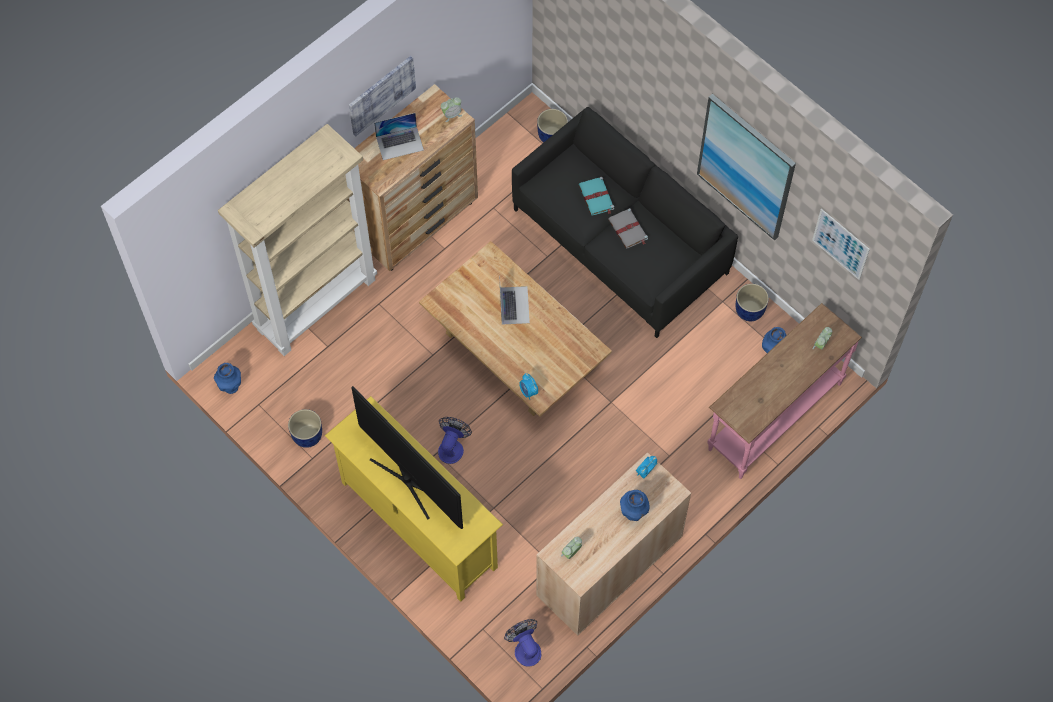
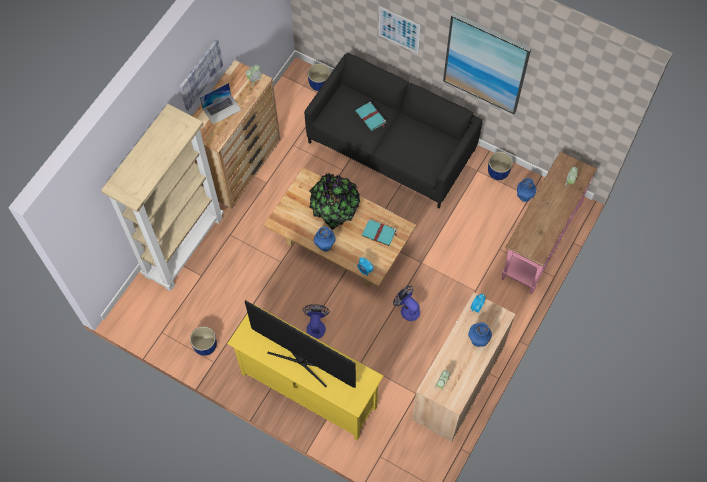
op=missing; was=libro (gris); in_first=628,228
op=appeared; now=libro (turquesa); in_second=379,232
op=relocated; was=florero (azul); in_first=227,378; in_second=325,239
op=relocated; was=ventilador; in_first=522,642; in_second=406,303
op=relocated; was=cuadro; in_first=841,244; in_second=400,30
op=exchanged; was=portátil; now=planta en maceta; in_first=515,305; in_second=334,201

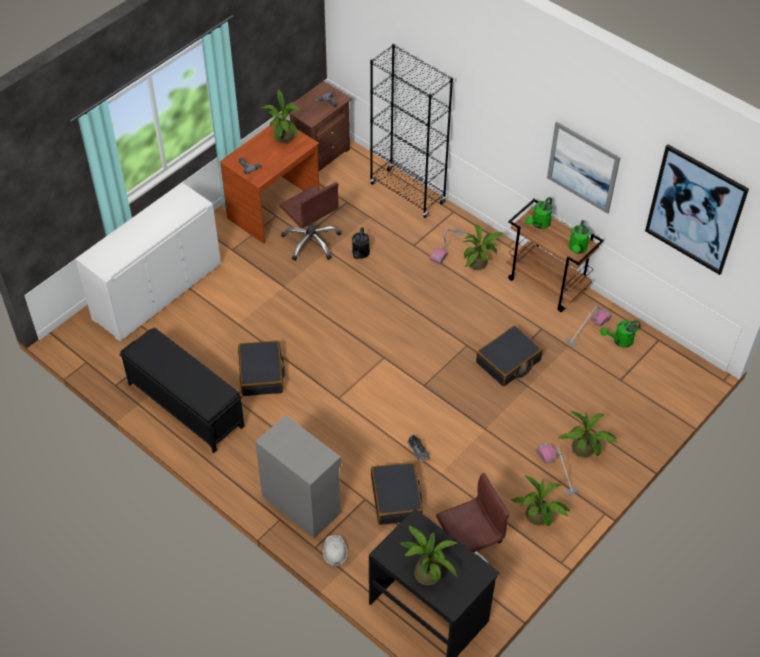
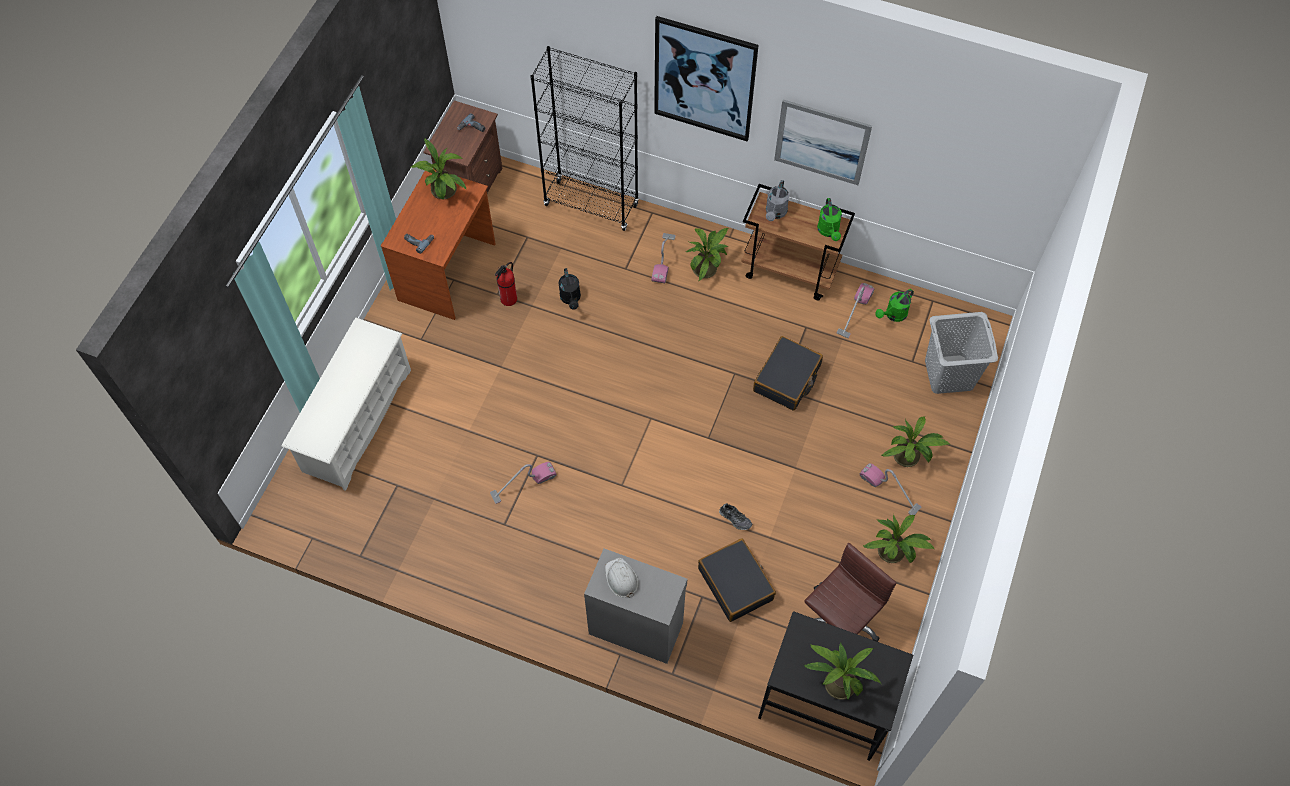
op=missing; was=banco (negro); in_first=182,390
op=appeared; now=cesto de la ropa (gris); in_second=961,353
op=relocated; was=casco (blanco); in_first=335,551; in_second=622,578
op=relocated; was=cuadro; in_first=697,209; in_second=706,79
op=exchanged; was=armario (blanco); now=zapatero (blanco); in_first=148,262; in_second=346,404
op=exchanged; was=maleta (negro); now=aspiradora; in_first=261,368; in_second=523,483
op=exchanged; was=silla de oficina (marrón); now=extintor; in_first=310,221; in_second=506,284
op=colour; was=regadera (verde); now=regadera (gris); in_first=539,213; in_second=777,200

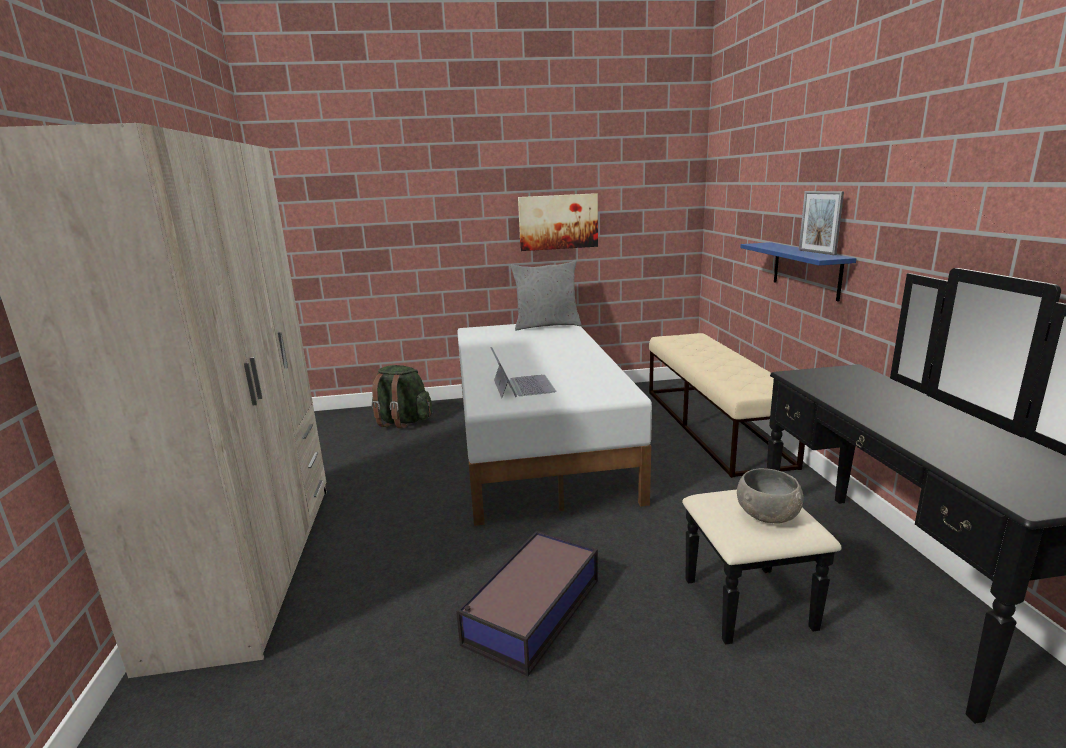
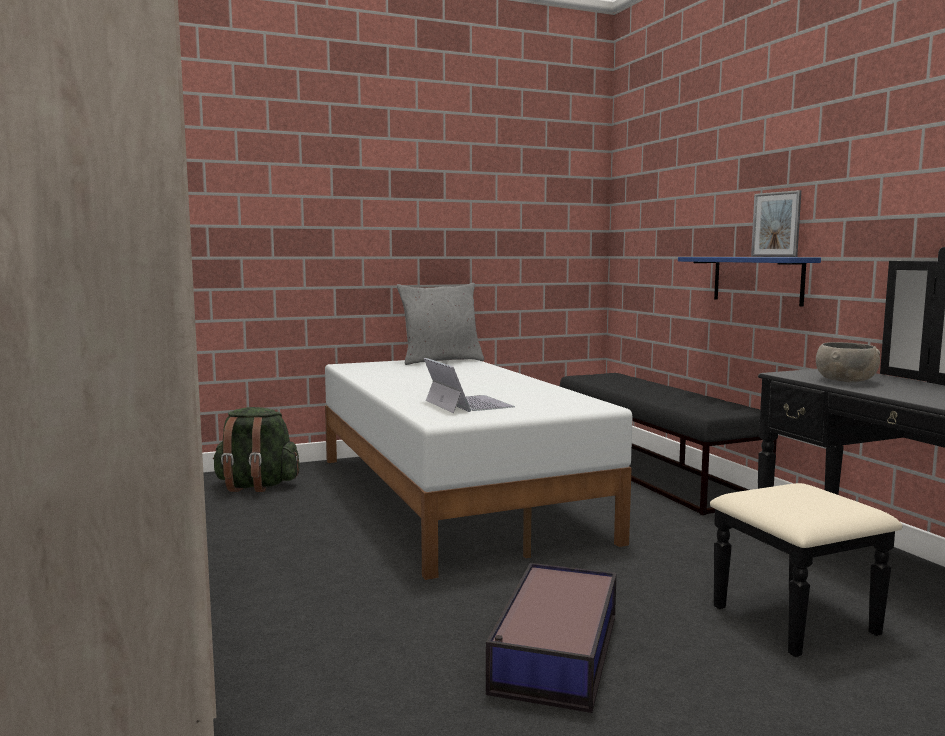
op=missing; was=cuadro; in_first=558,222
op=relocated; was=cuenco (gris); in_first=770,495; in_second=848,362
op=colour; was=banco (beis); now=banco (negro); in_first=727,405; in_second=668,444

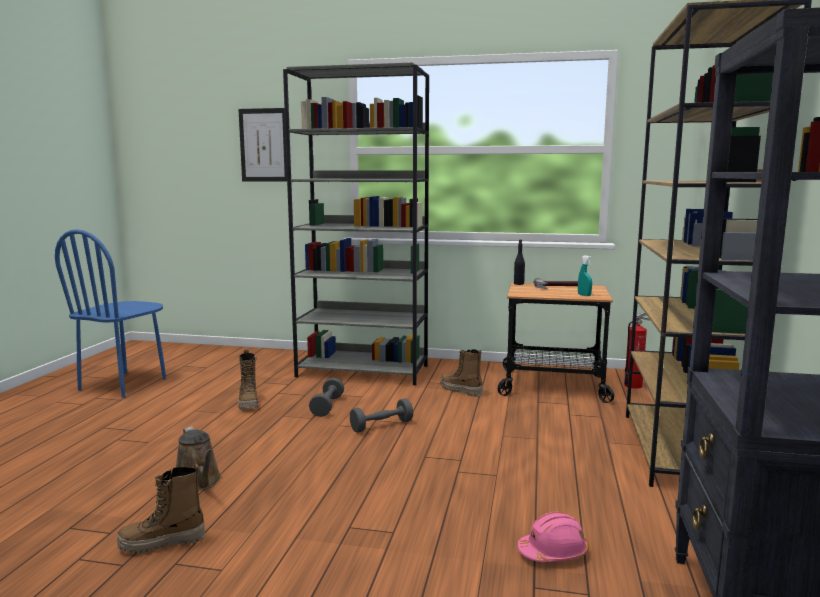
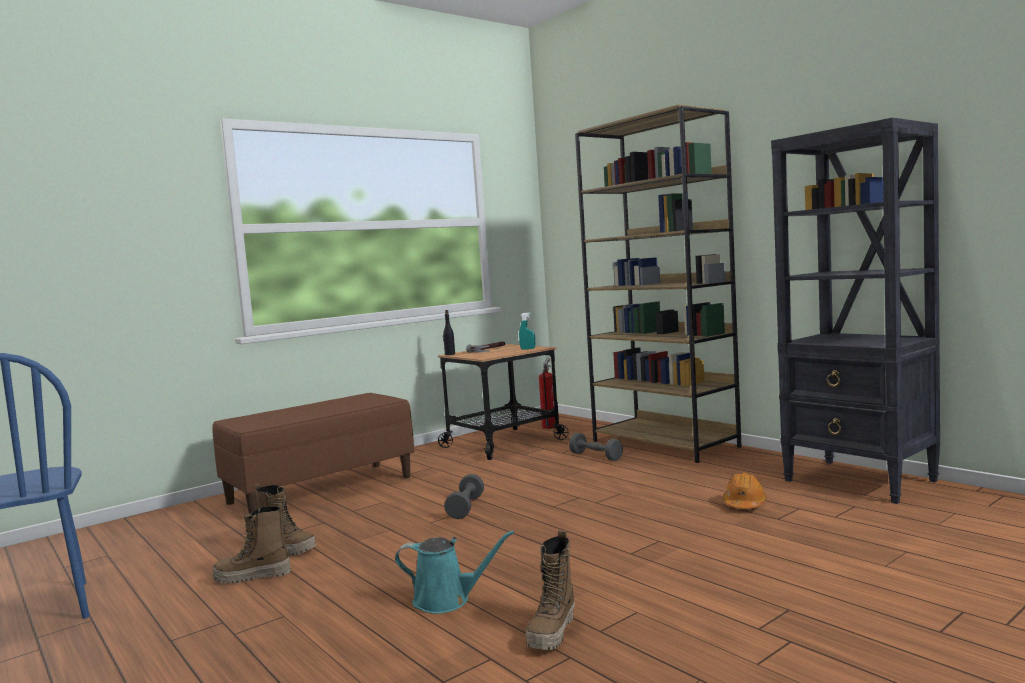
op=missing; was=cuadro; in_first=262,145
op=relocated; was=mancuerna (gris); in_first=326,397; in_second=596,447
op=relocated; was=bota; in_first=462,373; in_second=252,543
op=exchanged; was=estantería (gris); now=banco (marrón); in_first=356,223; in_second=313,453
op=colour; was=regadera (marrón); now=regadera (turquesa); in_first=198,458; in_second=454,572
op=colour; was=casco (rosa); now=casco (naranja); in_first=553,537; in_second=745,491

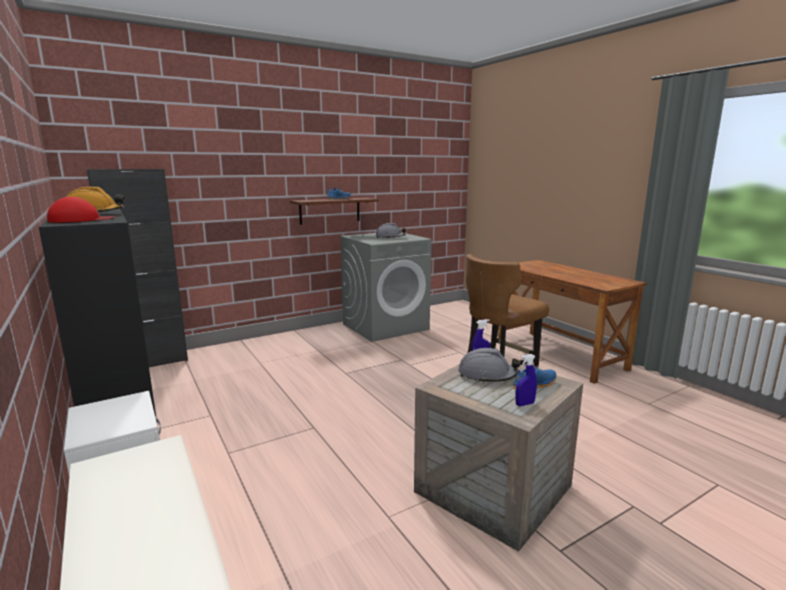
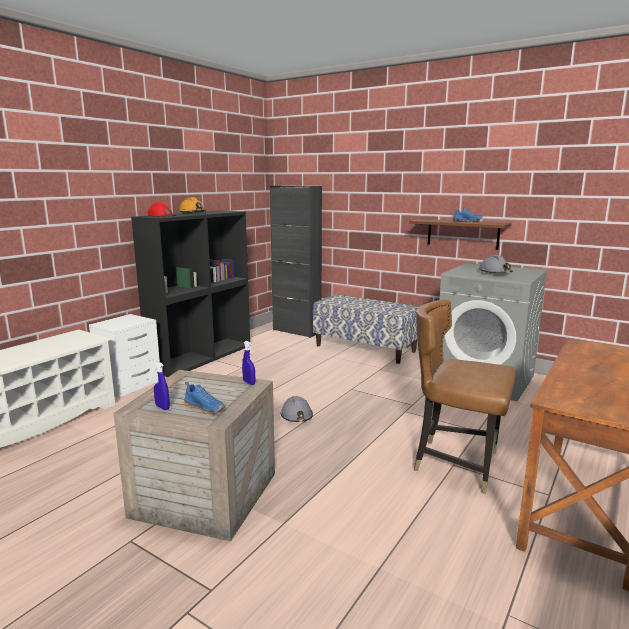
op=appeared; now=banco; in_second=366,329
op=relocated; was=casco (gris); in_first=489,366; in_second=296,409

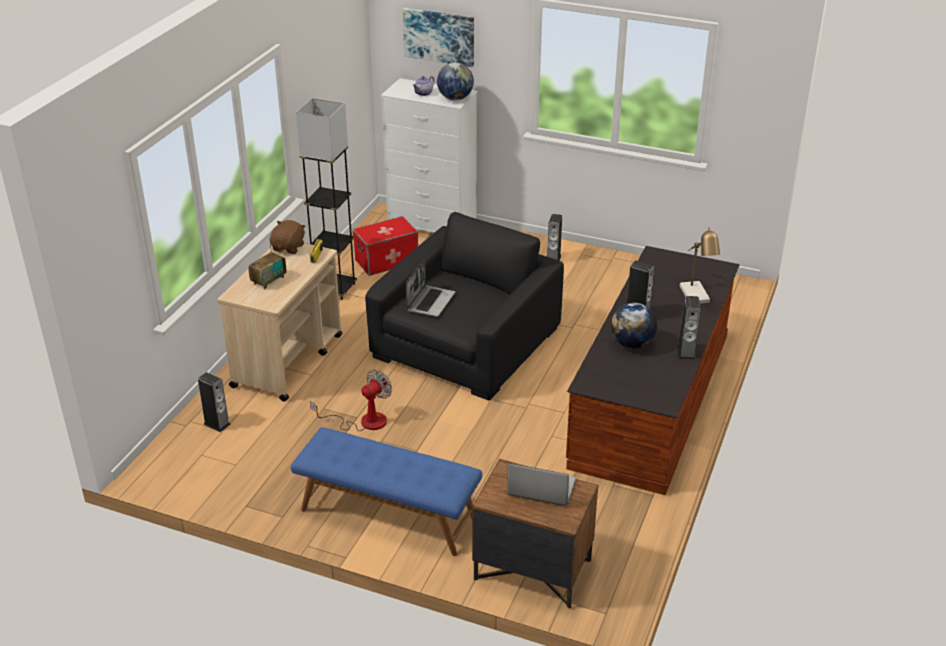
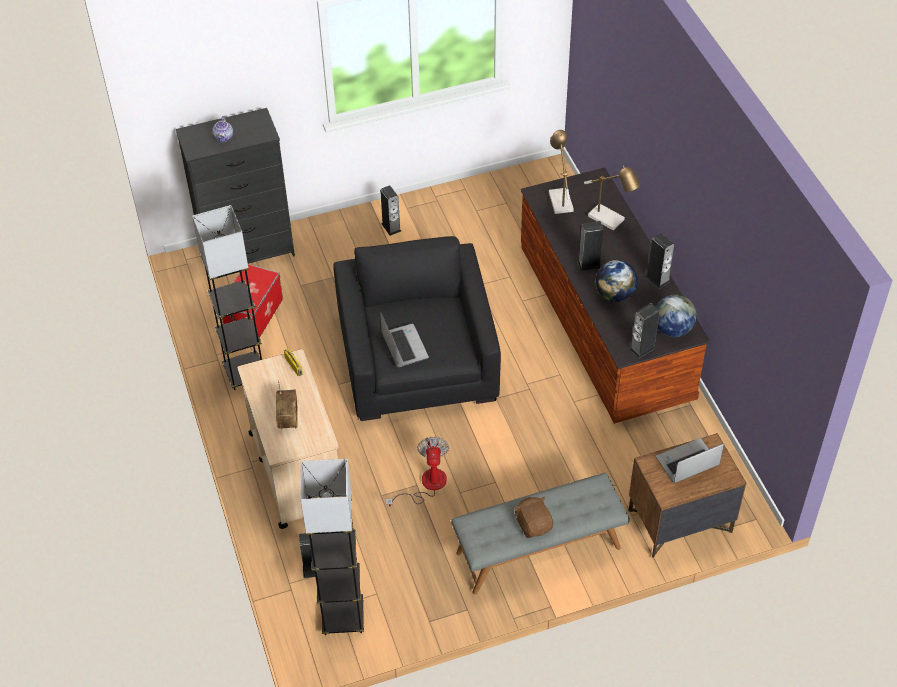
op=missing; was=cuadro; in_first=438,37
op=appeared; now=lámpara de pie (gris); in_second=332,547
op=appeared; now=lámpara de mesa; in_second=561,172
op=appeared; now=altavoz; in_second=644,330
op=relocated; was=peluche (marrón); in_first=288,237; in_second=533,517
op=relocated; was=globo terráqueo; in_first=455,81; in_second=676,316
op=colour; was=banco (azul); now=banco (gris); in_first=386,491; in_second=540,534
op=colour; was=cómoda (blanco); now=cómoda (negro); in_first=429,155; in_second=235,186

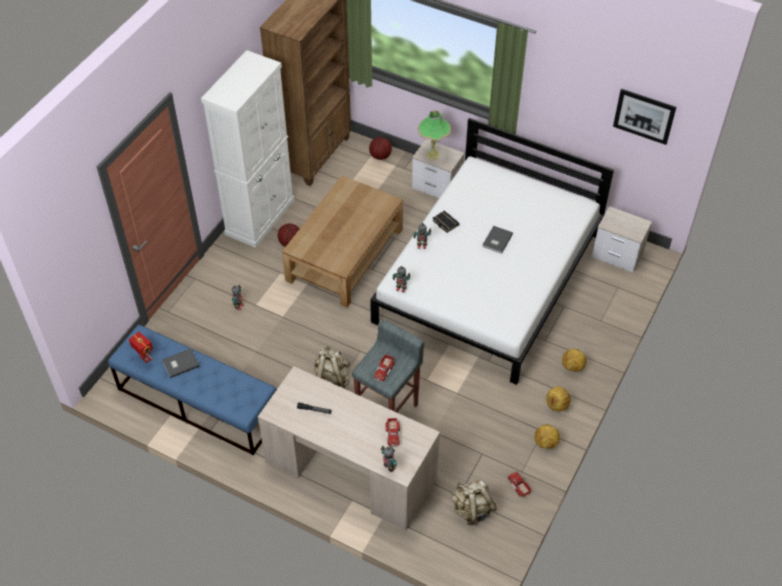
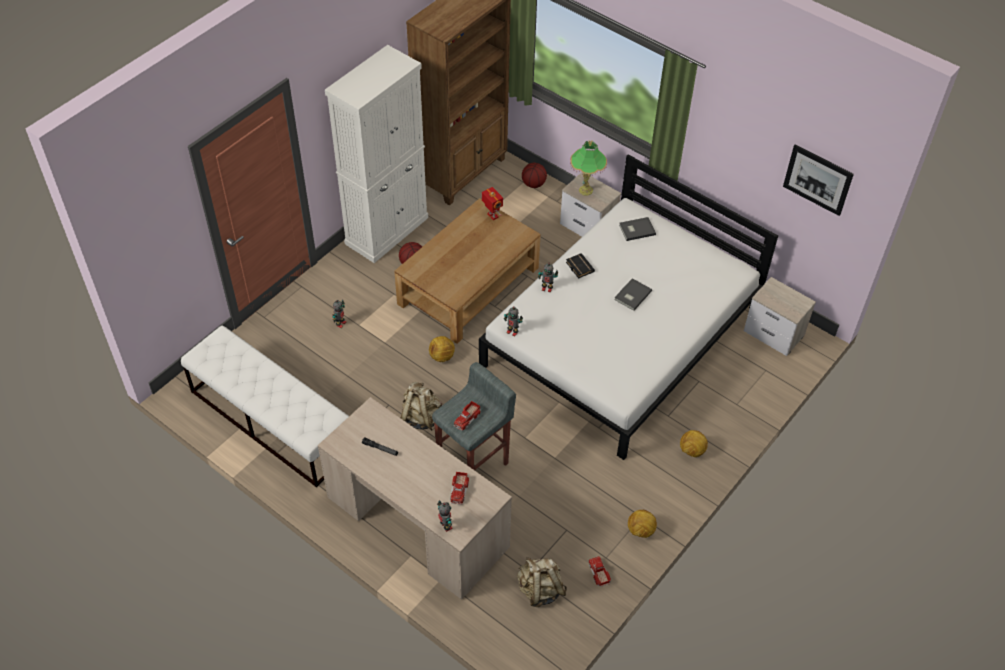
op=relocated; was=robot de juguete; in_first=141,347; in_second=492,203
op=relocated; was=libro (gris); in_first=181,363; in_second=637,229
op=relocated; was=balón de fútbol; in_first=558,399; in_second=442,349
op=colour; was=banco (azul); now=banco (blanco); in_first=192,390; in_second=265,406

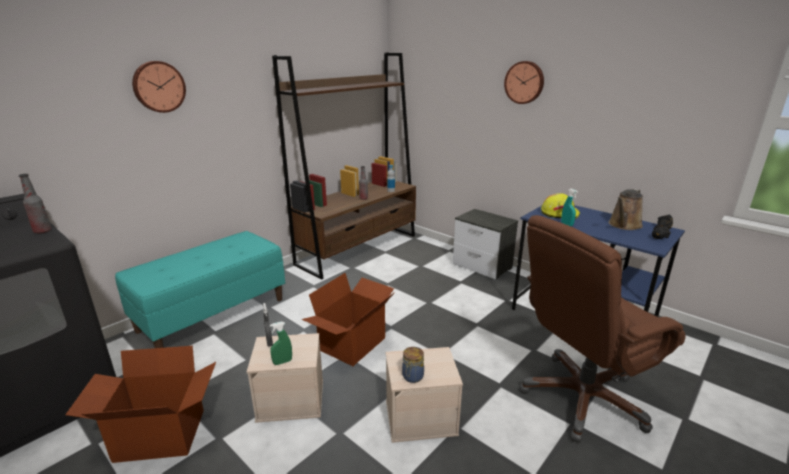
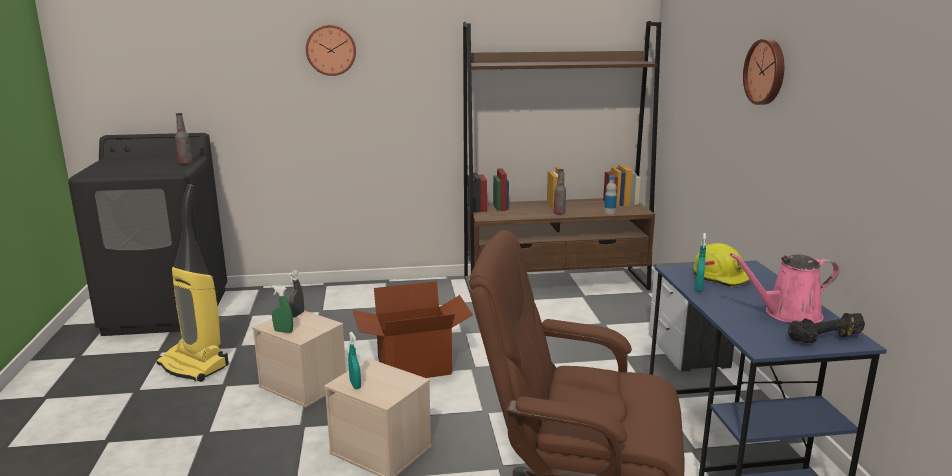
op=missing; was=banco (turquesa); in_first=200,289
op=exchanged; was=caja de cartón; now=aspiradora; in_first=140,404; in_second=192,283
op=exchanged; was=tarro; now=pulverizador (turquesa); in_first=413,365; in_second=354,360
op=colour; was=regadera (marrón); now=regadera (rosa); in_first=625,209; in_second=784,288

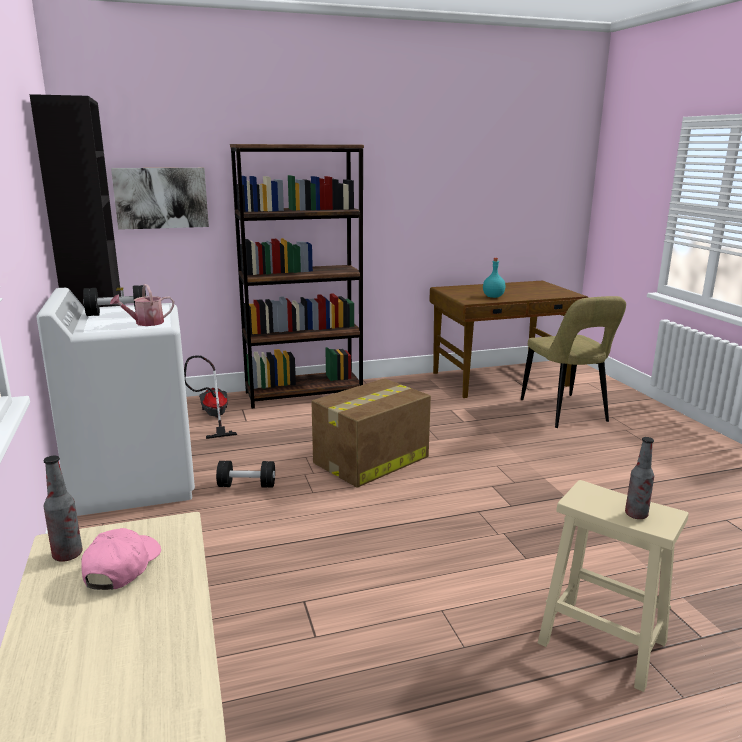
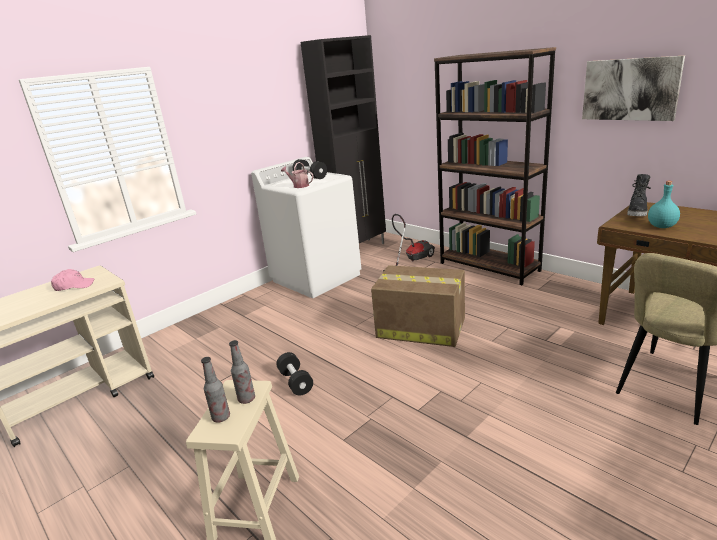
op=appeared; now=bota (negro); in_second=639,195
op=relocated; was=botella; in_first=63,509; in_second=242,372
op=relocated; was=cuadro; in_first=160,199; in_second=633,88
op=relocated; was=mancuerna (negro); in_first=245,474; in_second=294,374

